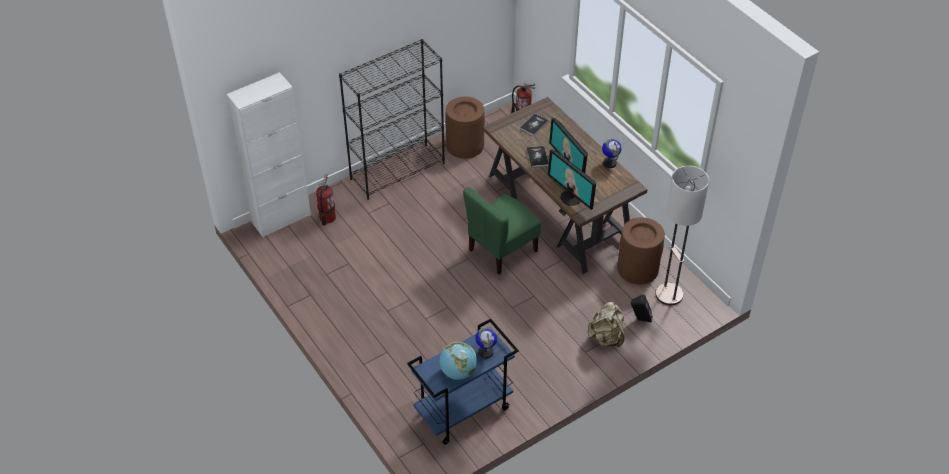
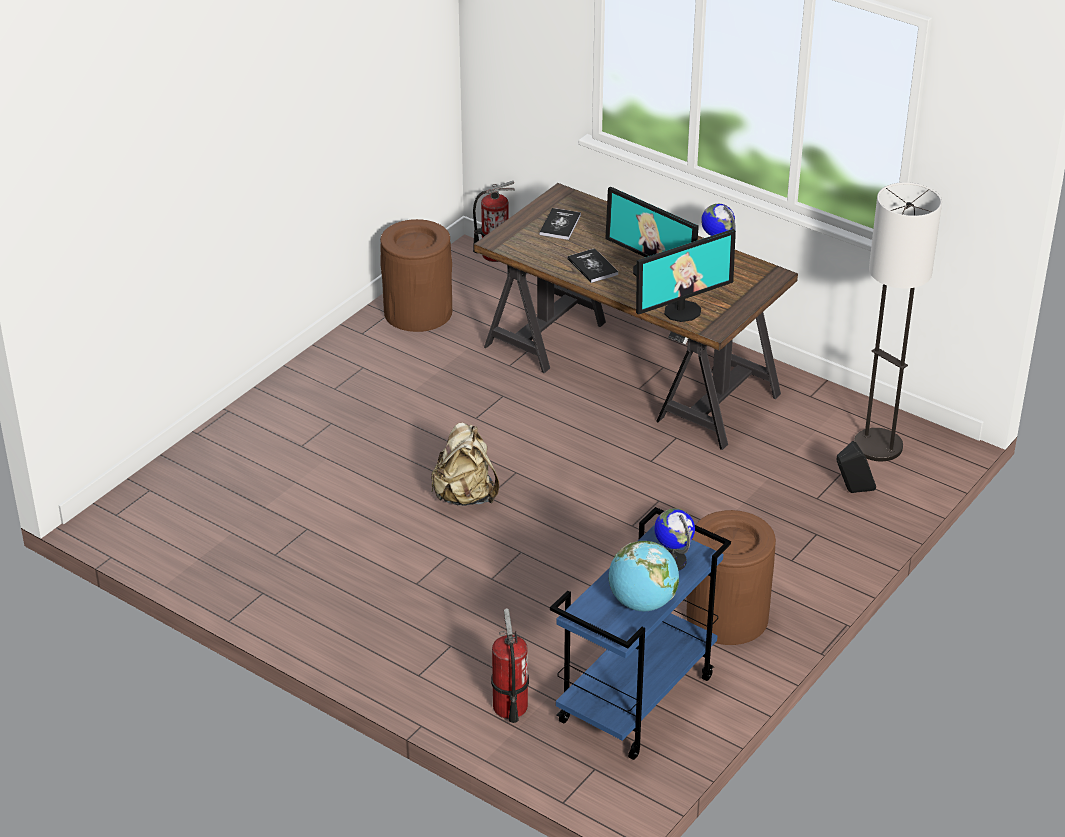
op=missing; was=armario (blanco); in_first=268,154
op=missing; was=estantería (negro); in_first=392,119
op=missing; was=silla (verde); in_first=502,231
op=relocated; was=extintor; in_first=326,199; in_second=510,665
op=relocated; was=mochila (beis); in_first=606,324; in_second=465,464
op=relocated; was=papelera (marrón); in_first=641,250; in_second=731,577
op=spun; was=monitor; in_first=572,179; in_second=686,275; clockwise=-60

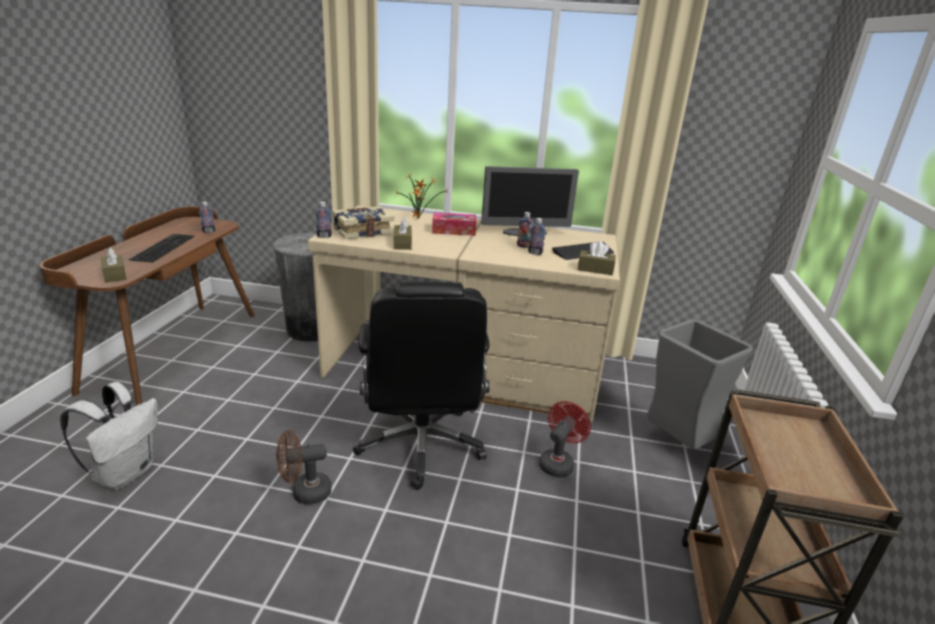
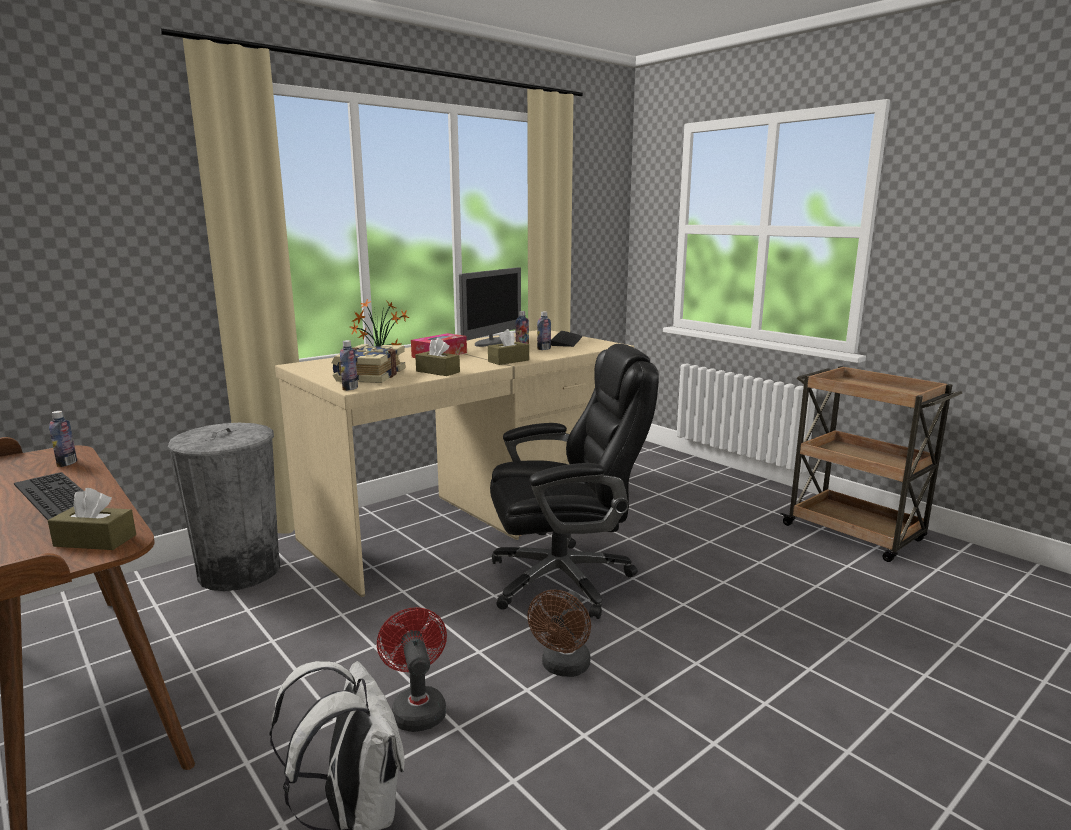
op=missing; was=papelera (gris); in_first=700,384
op=relocated; was=ventilador (rojo); in_first=565,439; in_second=412,669
op=relocated; was=caja de pañuelos (marrón); in_first=597,258; in_second=508,347
op=spun; was=silla de oficina (negro); in_first=421,386; in_second=574,481; clockwise=-45

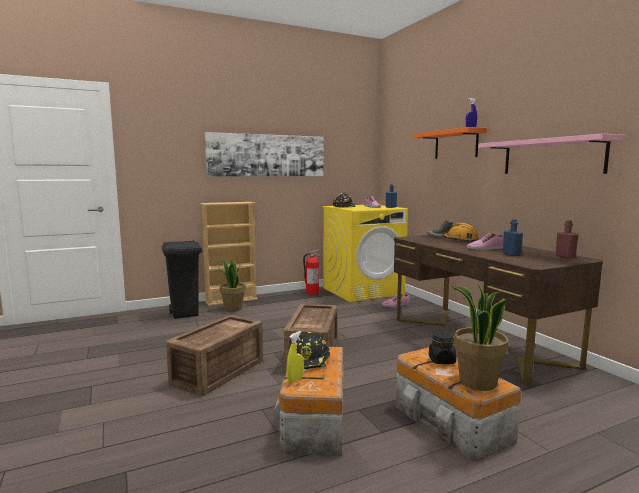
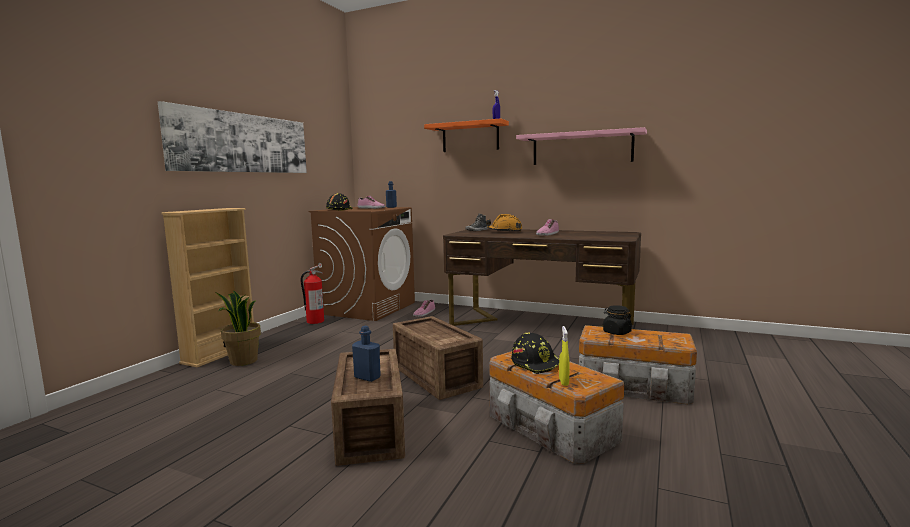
op=missing; was=papelera (negro); in_first=181,279
op=missing; was=planta en maceta; in_first=483,337
op=missing; was=botella (rojo); in_first=567,239
op=relocated; was=botella (azul); in_first=513,237; in_second=366,354
op=colour; was=lavadora (amarillo); now=lavadora (marrón); in_first=365,253; in_second=362,264

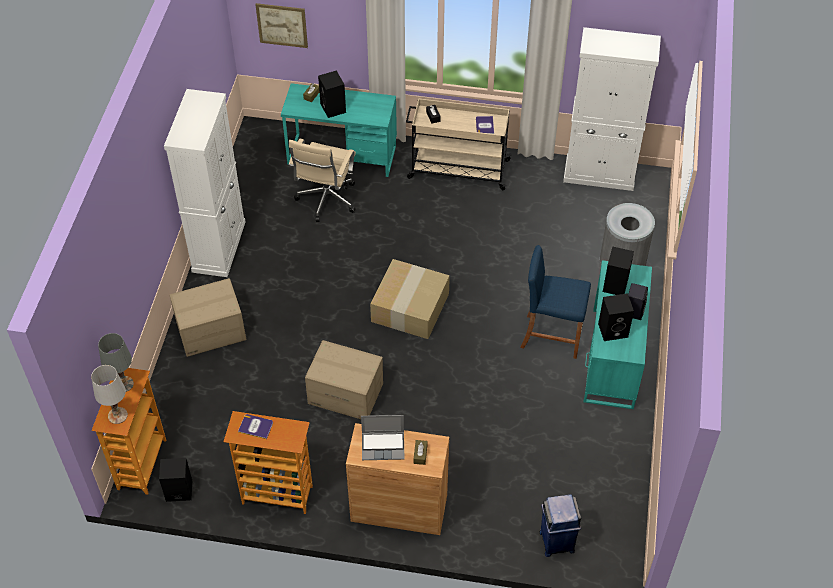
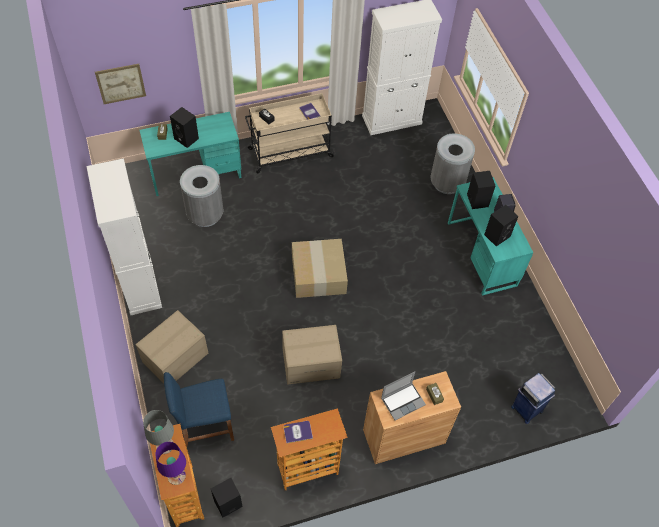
op=relocated; was=taburete (azul); in_first=555,302; in_second=199,409
op=exchanged; was=silla de oficina (beis); now=papelera (gris); in_first=322,180; in_second=201,196
op=colour; was=lámpara de mesa (blanco); now=lámpara de mesa (morado); in_first=109,394; in_second=170,463

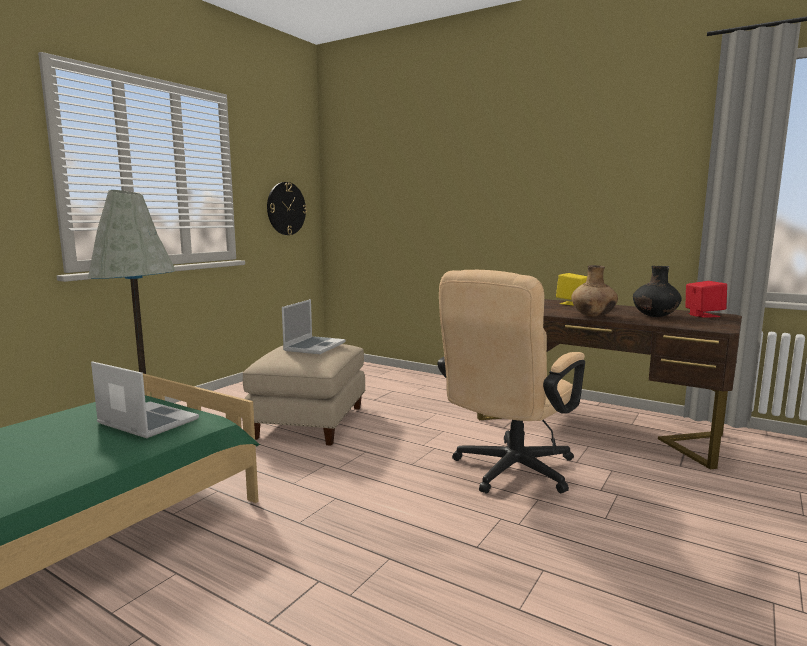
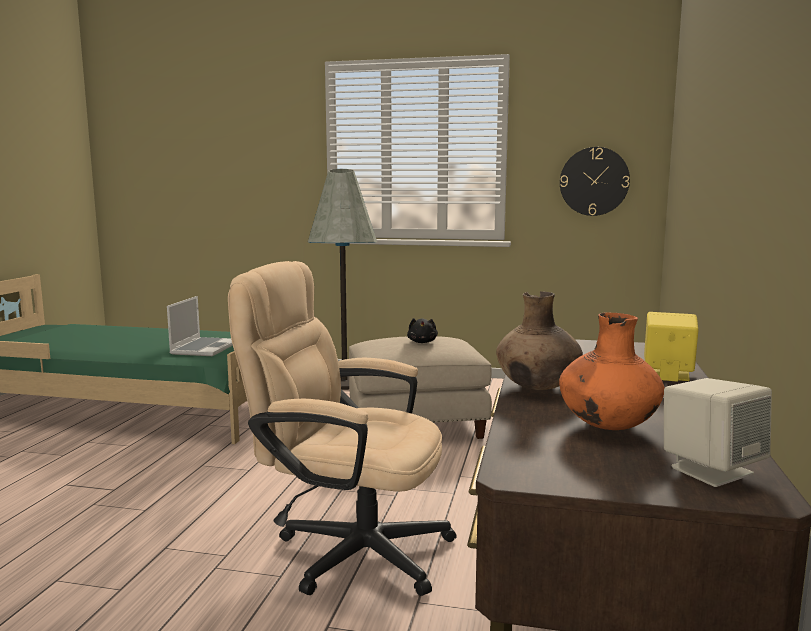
op=exchanged; was=portátil; now=peluche (negro); in_first=314,326; in_second=422,330
op=colour; was=florero (negro); now=florero (naranja); in_first=657,291; in_second=612,371
op=colour; was=altavoz (rojo); now=altavoz (beis); in_first=706,299; in_second=718,432

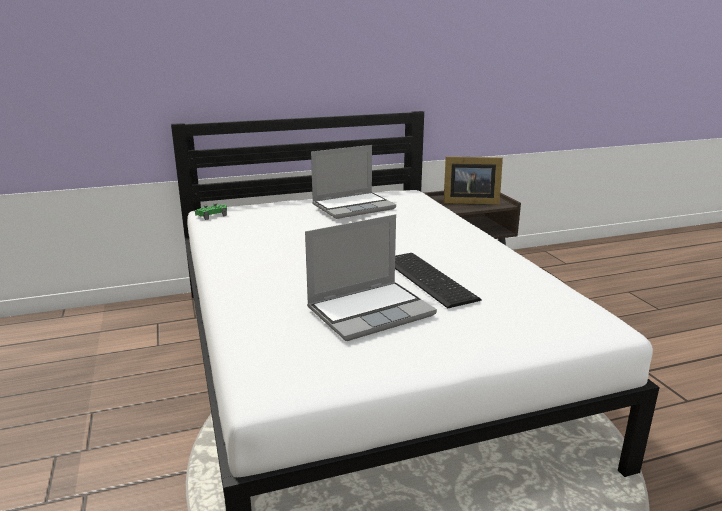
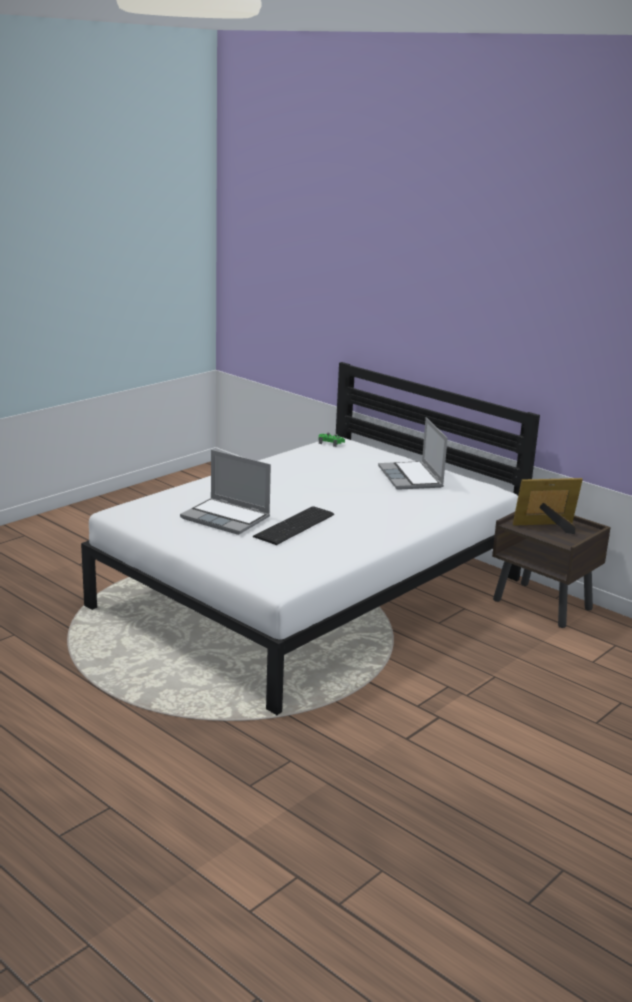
op=spun; was=portátil; in_first=353,182; in_second=413,453; clockwise=45
op=spun; was=portarretratos; in_first=473,180; in_second=548,506; clockwise=105

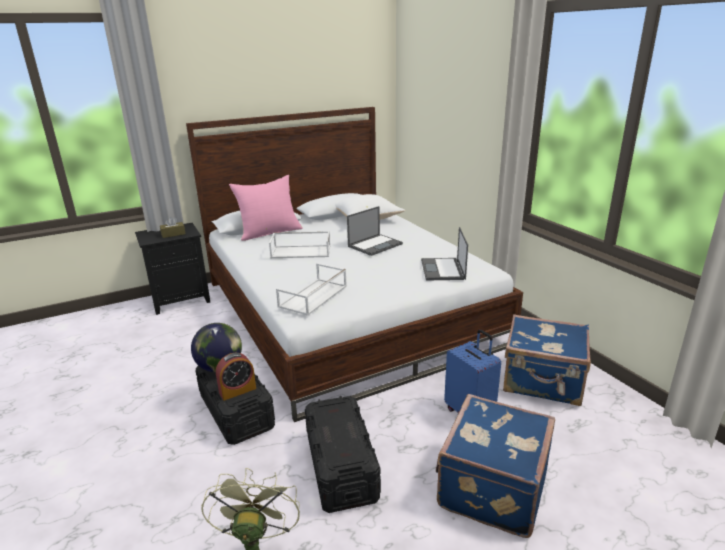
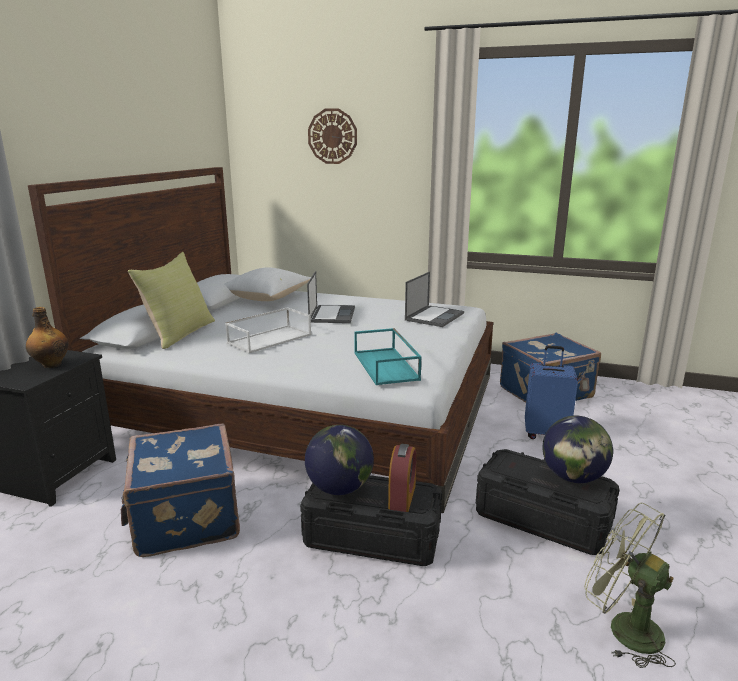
op=appeared; now=reloj de pared; in_second=332,136
op=appeared; now=globo terráqueo; in_second=578,449
op=relocated; was=maleta (azul); in_first=495,466; in_second=180,490
op=exchanged; was=caja de pañuelos (marrón); now=botella; in_first=173,227; in_second=47,337
op=colour; was=cojín (rosa); now=cojín (amarillo); in_first=266,208; in_second=171,300
op=colour; was=bandeja (blanco); now=bandeja (turquesa); in_first=311,289; in_second=388,356
op=spun; was=portátil; in_first=444,253; in_second=434,299; clockwise=-105

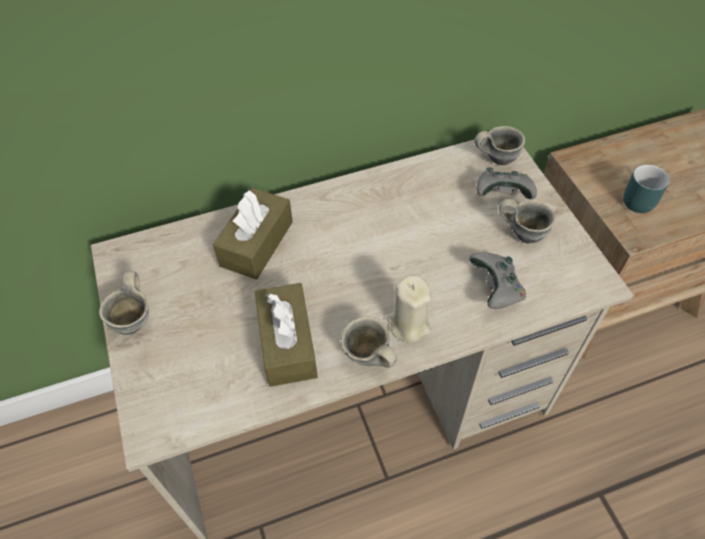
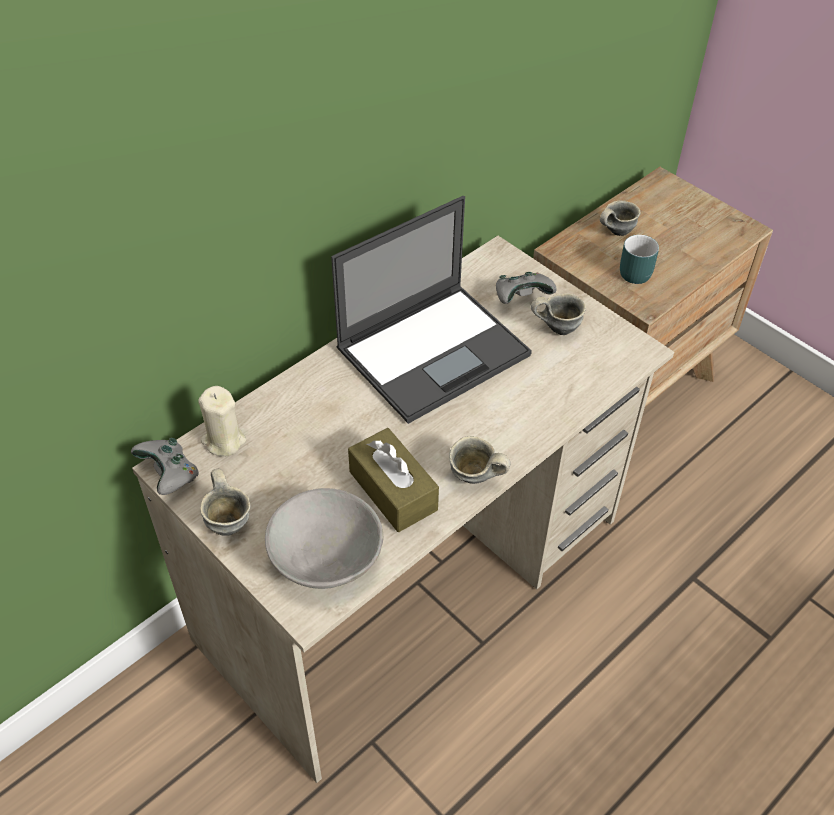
op=missing; was=caja de pañuelos (marrón); in_first=253,233
op=appeared; now=cuenco (gris); in_second=324,538
op=appeared; now=portátil; in_second=431,310
op=relocated; was=vela (beis); in_first=408,309; in_second=222,421
op=relocated; was=mando de consola (gris); in_first=497,280; in_second=165,466
op=relocated; was=taza grande (gris); in_first=499,145; in_second=620,218

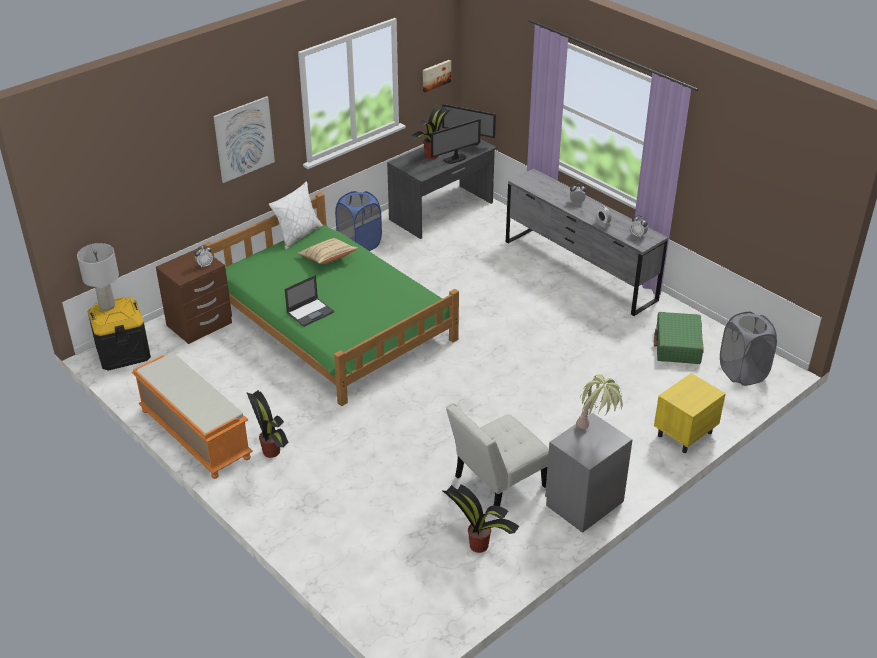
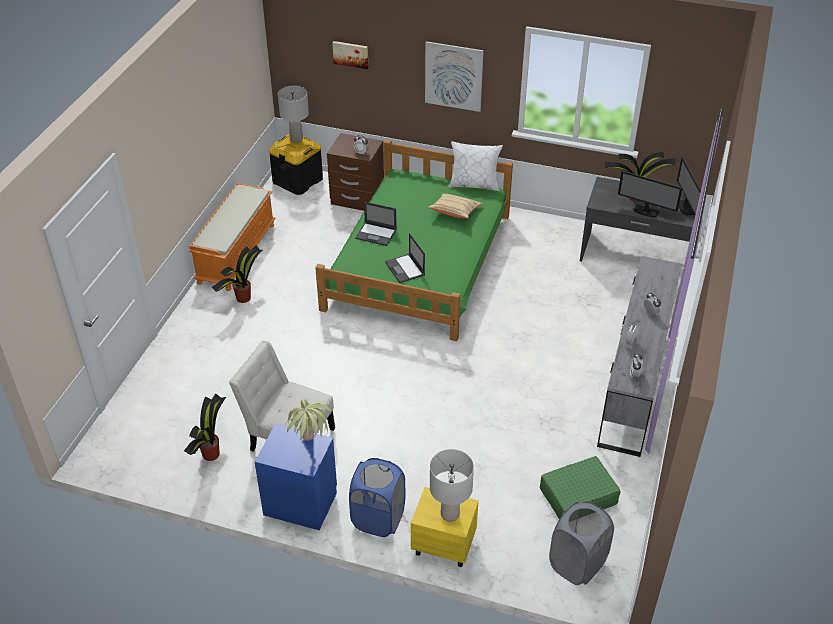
op=appeared; now=portátil; in_second=405,258
op=appeared; now=lámpara de mesa (gris); in_second=452,485
op=relocated; was=cesto de la ropa (azul); in_first=358,221; in_second=377,497
op=relocated; was=cuadro; in_first=437,76; in_second=350,55
op=colour; was=mesita de noche (gris); now=mesita de noche (azul); in_first=589,473; in_second=296,477

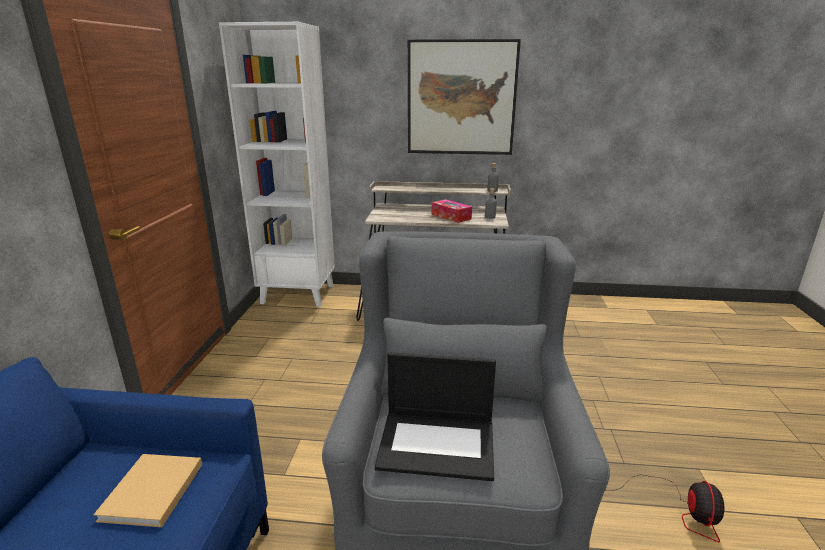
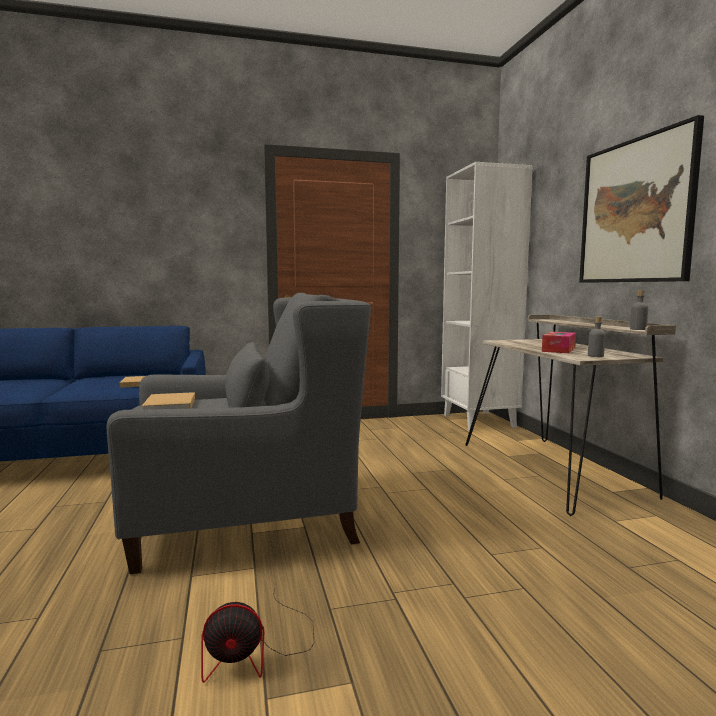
op=exchanged; was=portátil; now=libro (beis); in_first=435,416; in_second=168,400

